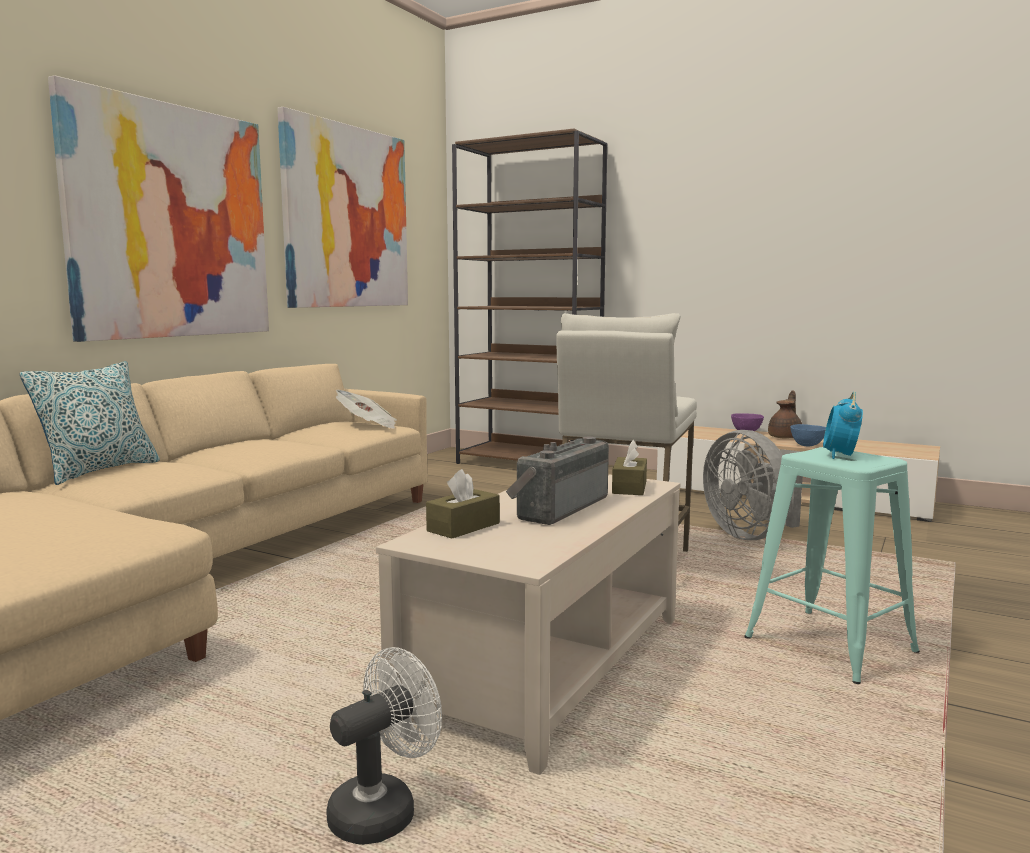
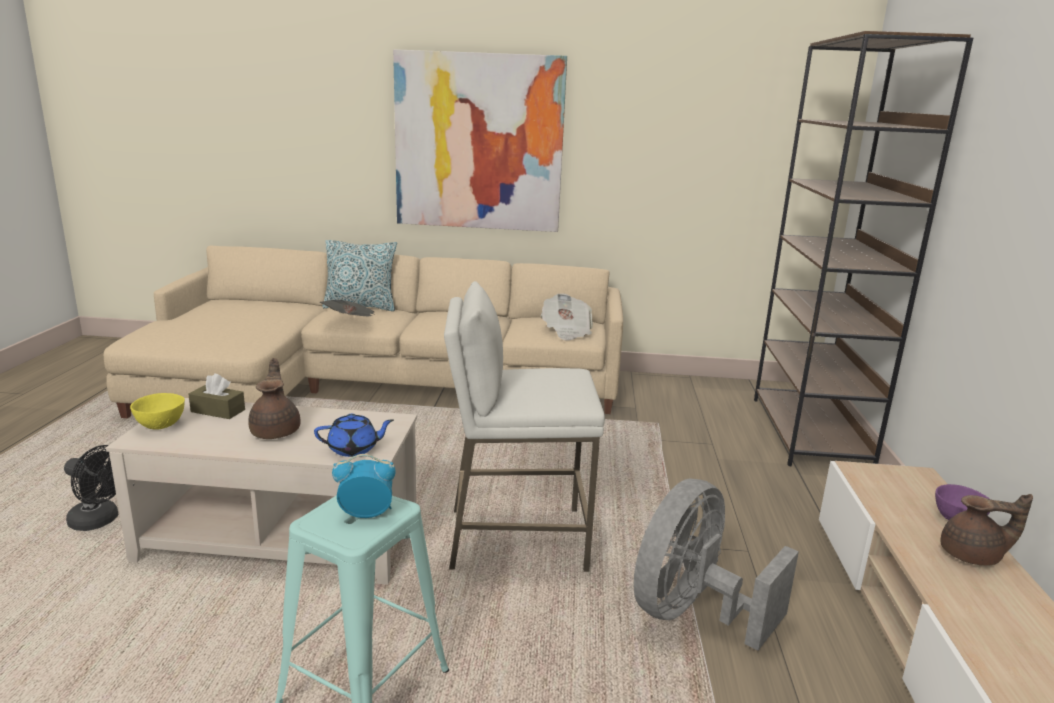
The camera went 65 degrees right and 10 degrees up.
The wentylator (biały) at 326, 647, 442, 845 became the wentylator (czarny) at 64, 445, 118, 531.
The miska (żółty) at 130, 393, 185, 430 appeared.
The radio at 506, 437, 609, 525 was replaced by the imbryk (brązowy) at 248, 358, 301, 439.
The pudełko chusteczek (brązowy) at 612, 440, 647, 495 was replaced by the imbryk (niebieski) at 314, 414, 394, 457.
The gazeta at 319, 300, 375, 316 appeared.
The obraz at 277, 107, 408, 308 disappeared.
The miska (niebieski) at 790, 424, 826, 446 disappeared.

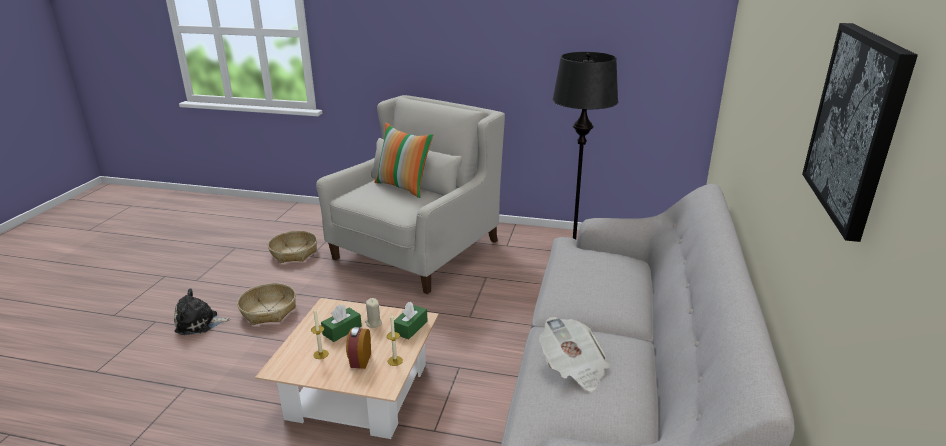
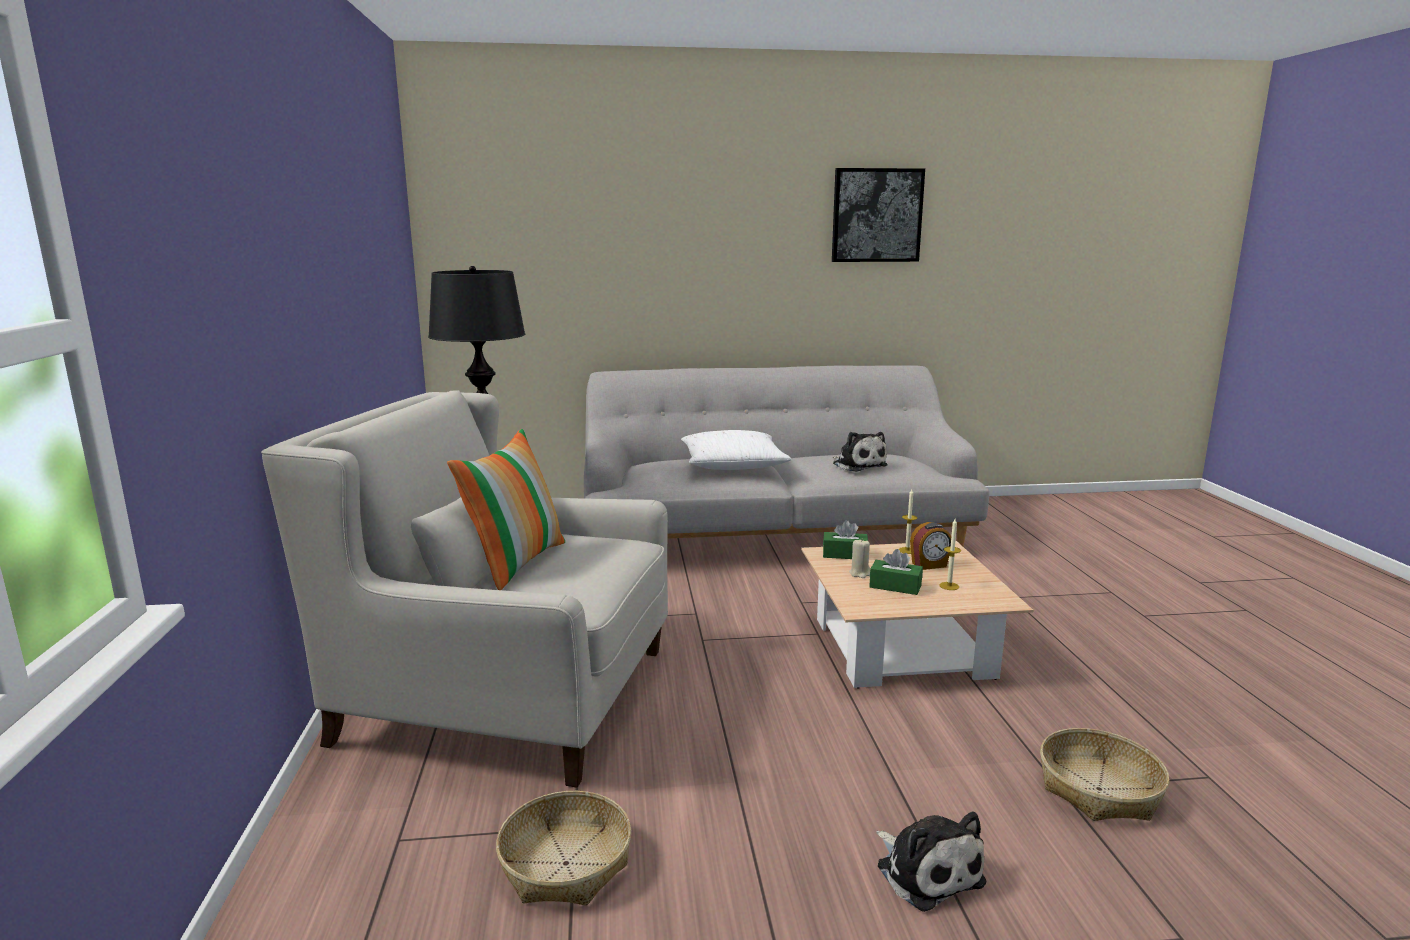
The camera went 110 degrees left and 10 degrees down.
The poduszka (biały) at 681, 430, 792, 470 appeared.
The gazeta at 539, 317, 610, 391 was replaced by the pluszak at 832, 432, 888, 472.
The koszyk moved from 237, 283, 296, 325 to 1040, 728, 1170, 821.

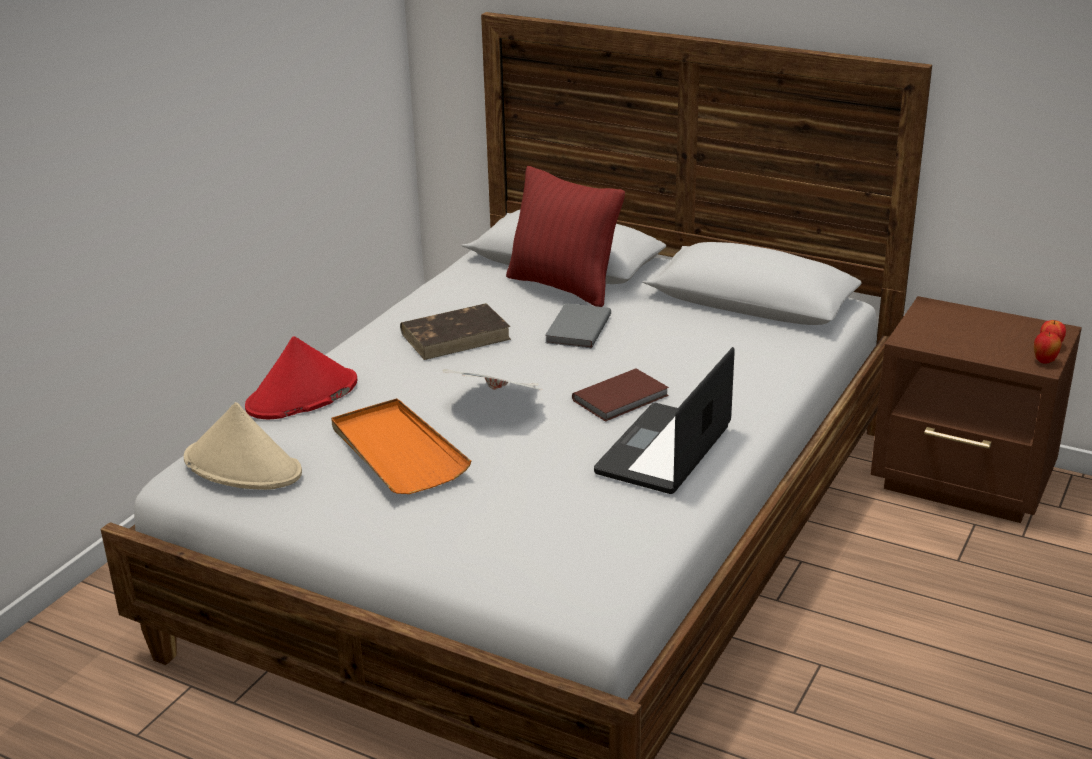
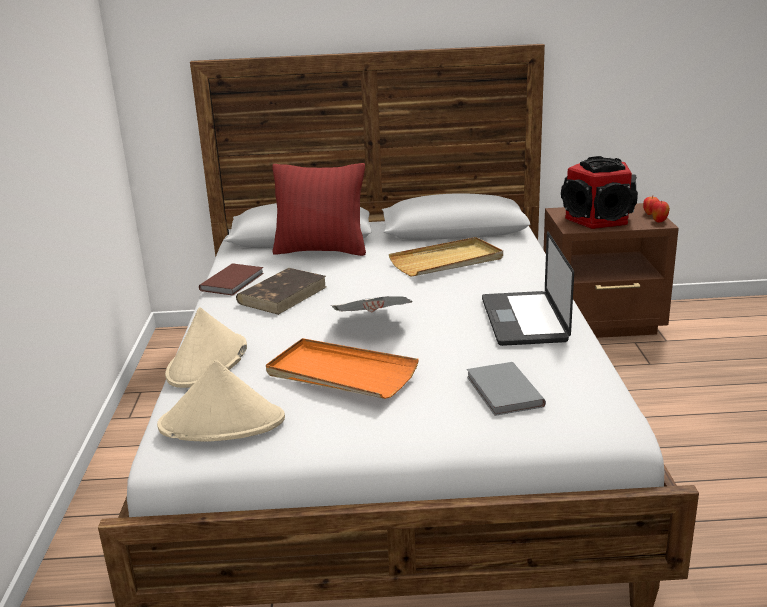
The camera went 30 degrees left and 5 degrees down.
The kapelusz (czerwony) at 245, 336, 357, 419 became the kapelusz (beżowy) at 165, 307, 247, 388.
The książka (brązowy) moved from 572, 368, 669, 422 to 199, 263, 264, 296.
The taca (beżowy) at 389, 237, 503, 277 appeared.
The książka (szary) moved from 545, 303, 611, 348 to 467, 362, 546, 416.
The głośnik at 561, 156, 638, 229 appeared.

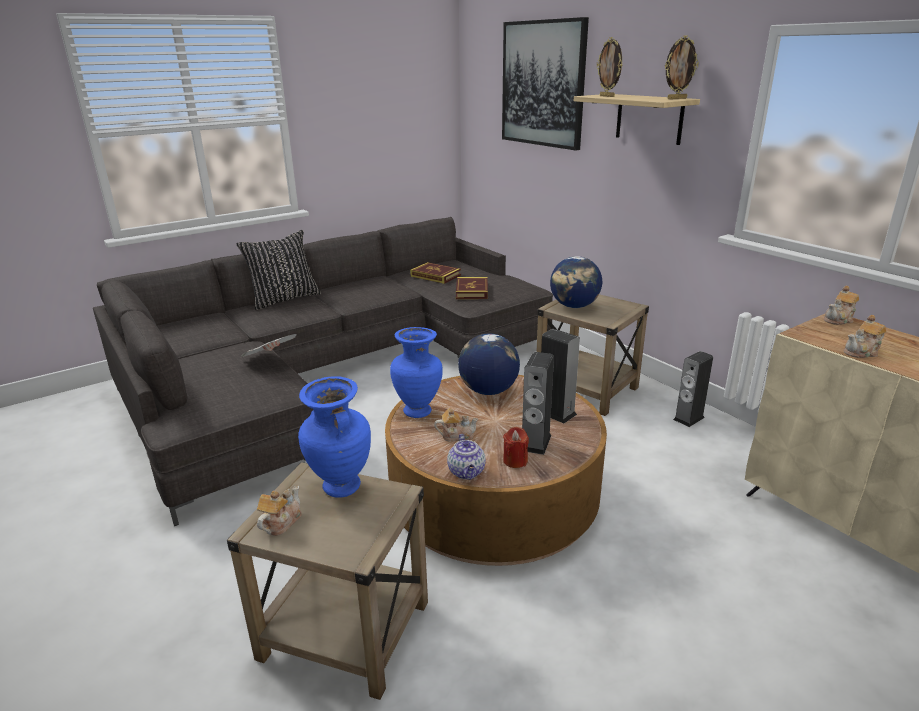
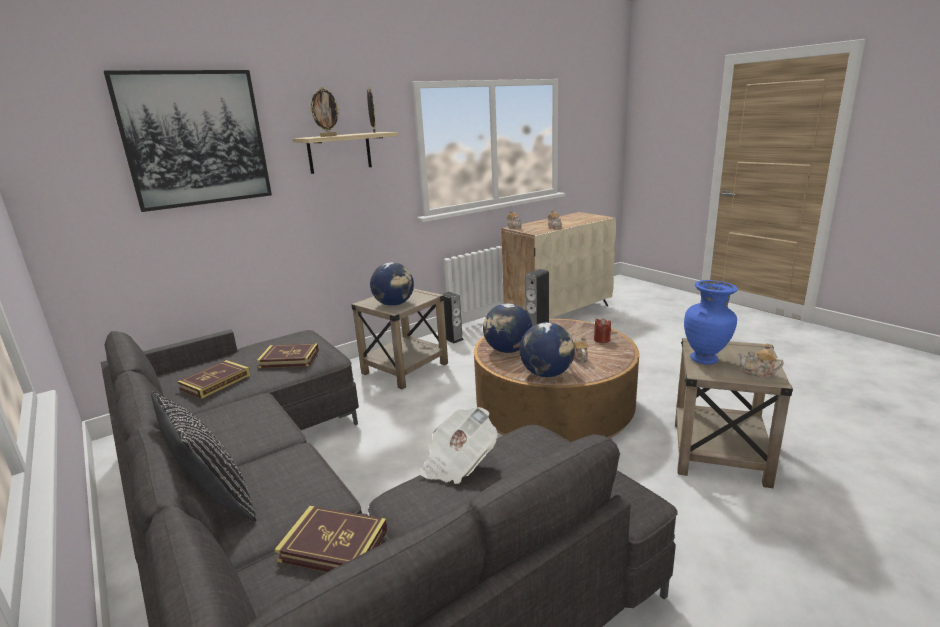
The camera went 90 degrees left and 5 degrees down.
The książka at 274, 506, 388, 572 appeared.
The wazon (niebieski) at 390, 327, 443, 418 was replaced by the globus at 519, 322, 575, 377.
The imbryk at 447, 434, 486, 480 disappeared.
The głośnik at 522, 352, 554, 455 disappeared.

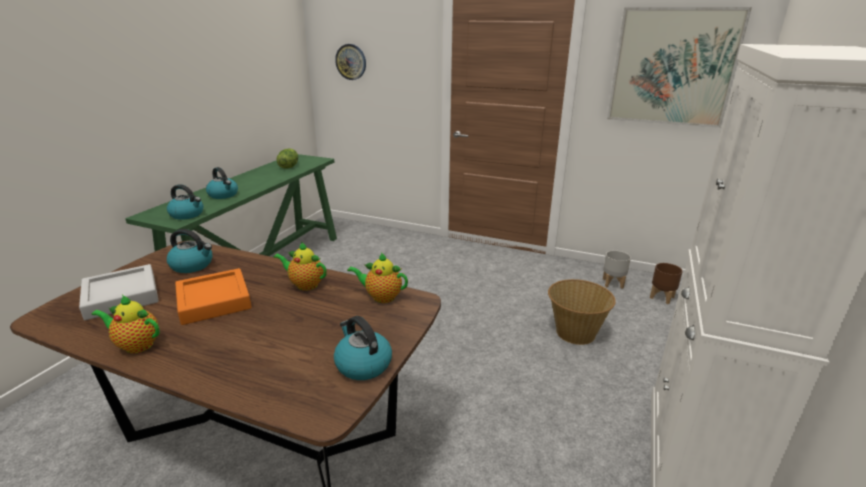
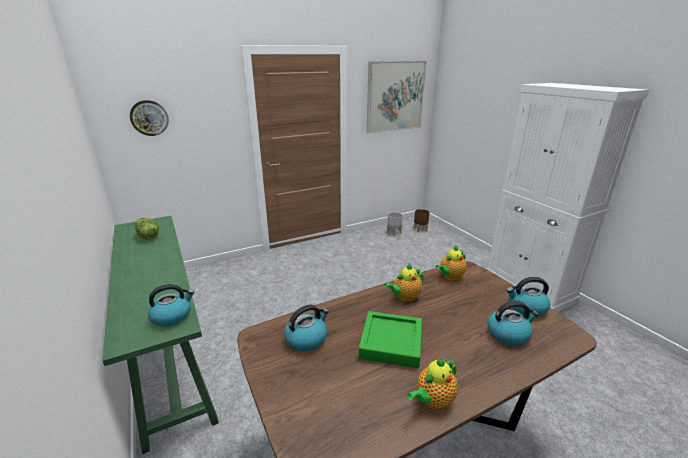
The camera went 50 degrees left and 0 degrees up.
The taca (pomarańczowy) at 175, 268, 252, 325 became the taca (zielony) at 358, 311, 422, 368.
The czajnik moved from 206, 167, 238, 199 to 487, 301, 538, 346.
The taca (szary) at 79, 264, 159, 320 disappeared.
The koszyk at 548, 279, 616, 345 disappeared.

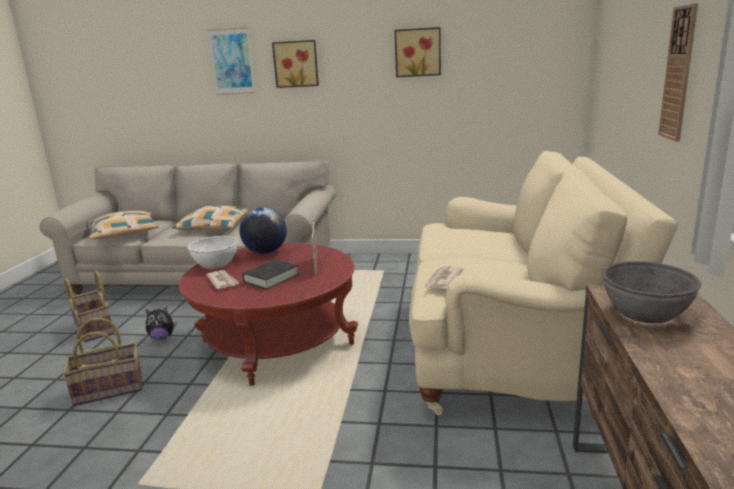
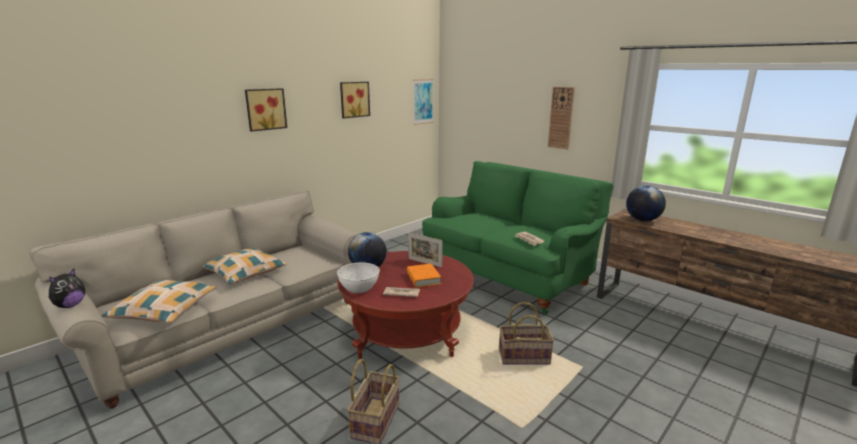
The camera went 55 degrees left and 0 degrees up.
The pluszak moved from 146, 307, 177, 340 to 48, 269, 85, 308.
The książka (czarny) at 242, 259, 299, 289 became the książka (pomarańczowy) at 407, 264, 441, 288.
The obraz moved from 208, 27, 255, 95 to 413, 79, 434, 125.
The kanapa (beżowy) at 409, 151, 678, 420 became the kanapa (zielony) at 422, 161, 614, 315.
The koszyk moved from 65, 270, 114, 342 to 499, 302, 554, 365.
The miska (szary) at 602, 261, 701, 323 was replaced by the globus at 626, 185, 666, 221.

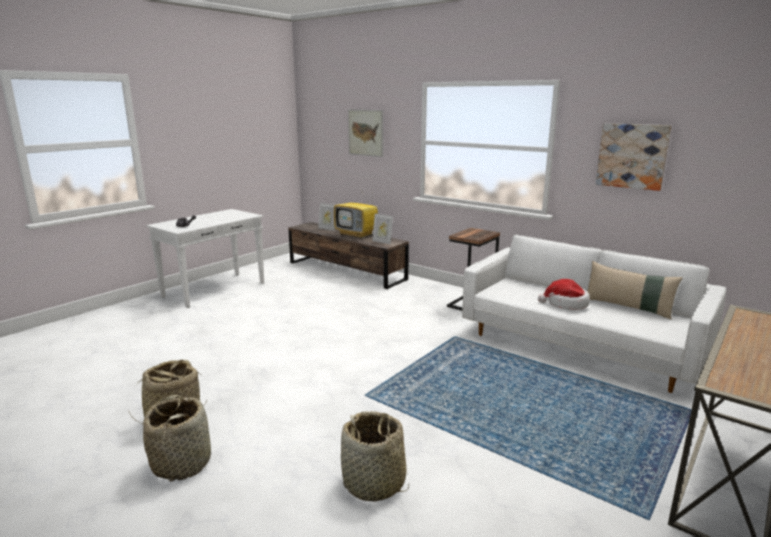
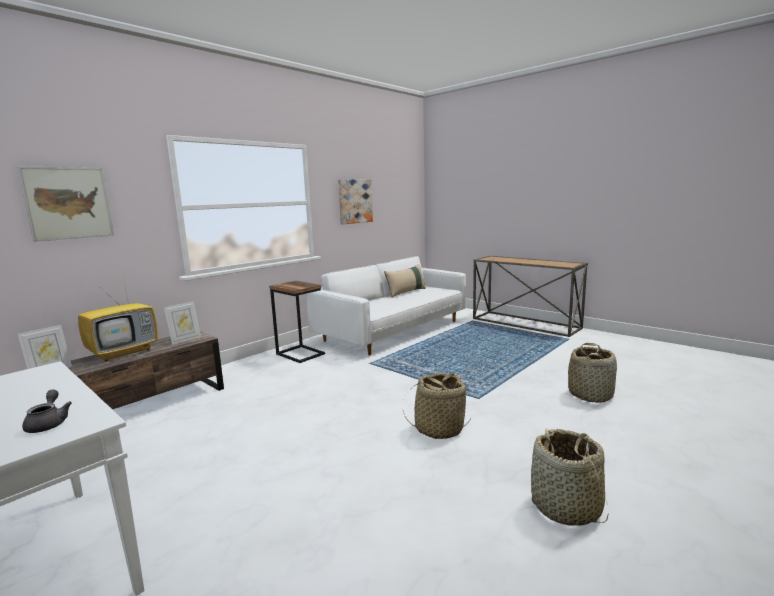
The camera went 85 degrees left and 5 degrees down.
The koszyk moved from 143, 395, 211, 482 to 403, 373, 470, 439.
The kapelusz at 538, 279, 590, 310 disappeared.

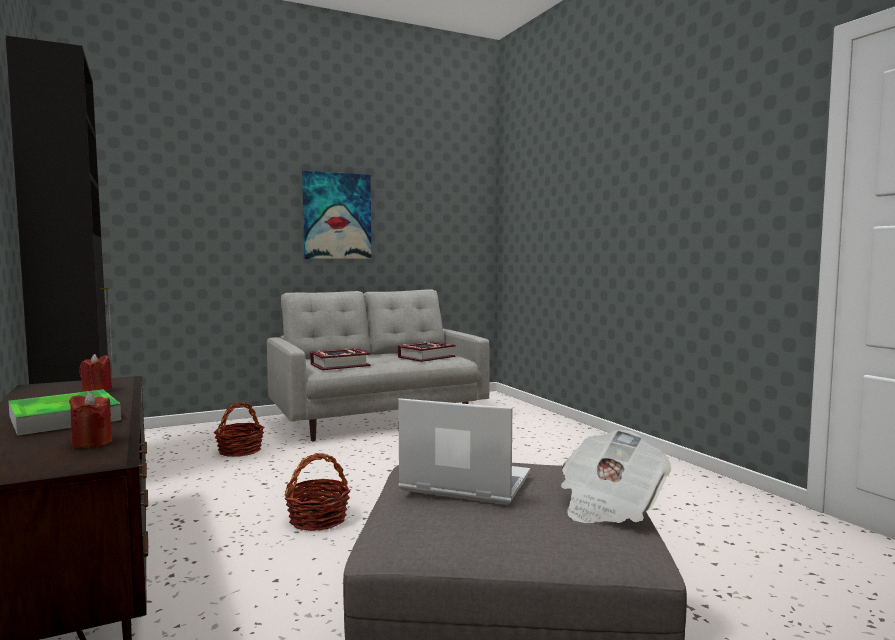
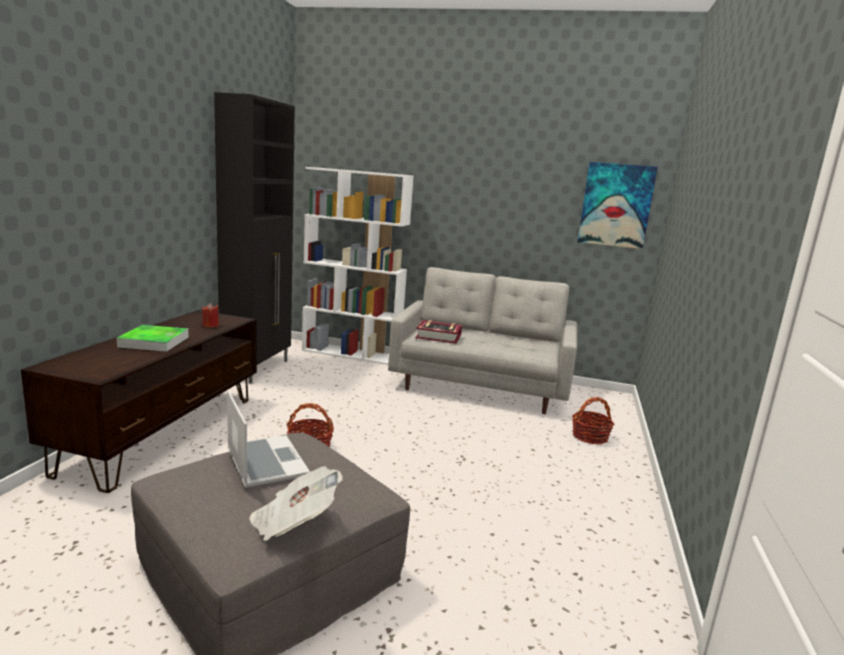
The camera went 40 degrees right and 10 degrees up.
The regał (biały) at 302, 167, 414, 365 appeared.
The koszyk moved from 214, 402, 264, 457 to 572, 397, 614, 445.
The obraz moved from 302, 170, 372, 259 to 577, 162, 658, 249.
The świeca (czerwony) at 69, 392, 112, 448 disappeared.
The książka at 398, 342, 456, 362 disappeared.

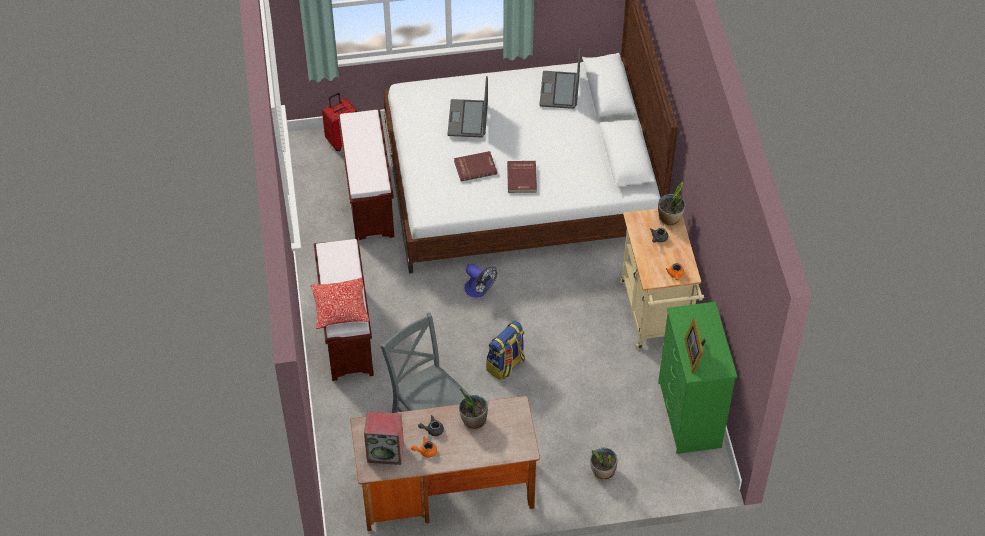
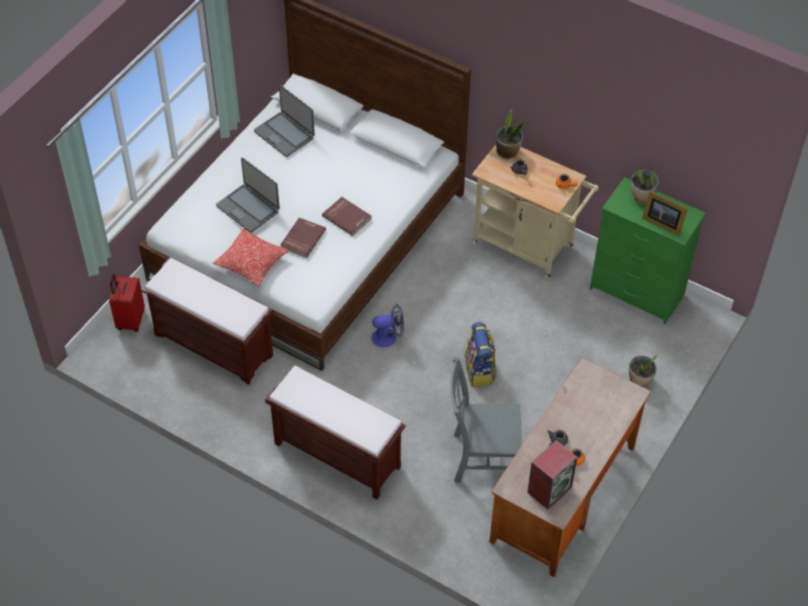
The camera went 50 degrees left and 0 degrees up.
The poduszka moved from 311, 278, 369, 329 to 213, 229, 289, 286.
The roślina doniczkowa moved from 459, 388, 488, 430 to 631, 168, 659, 204.

